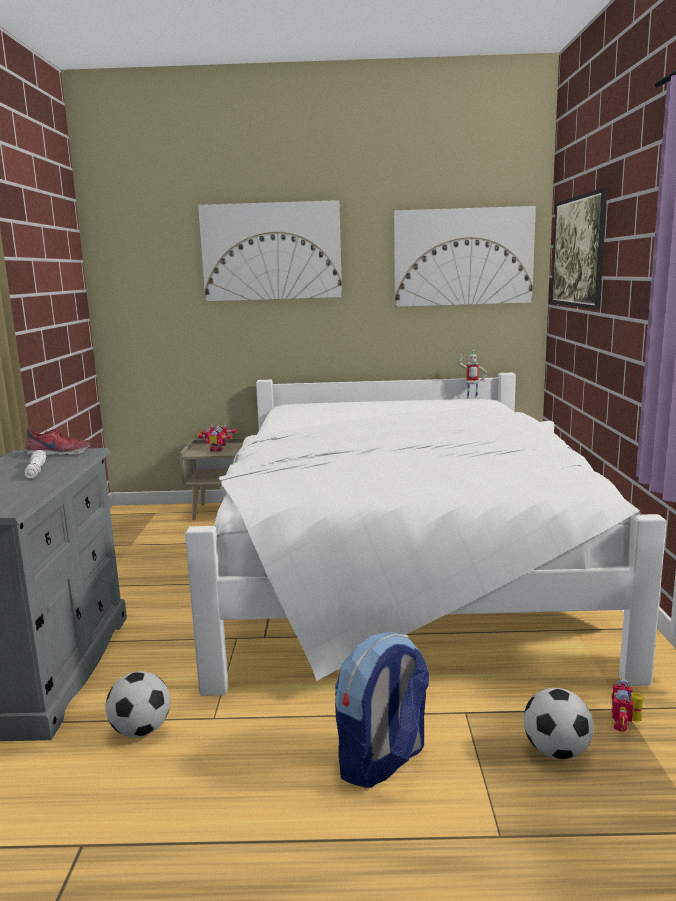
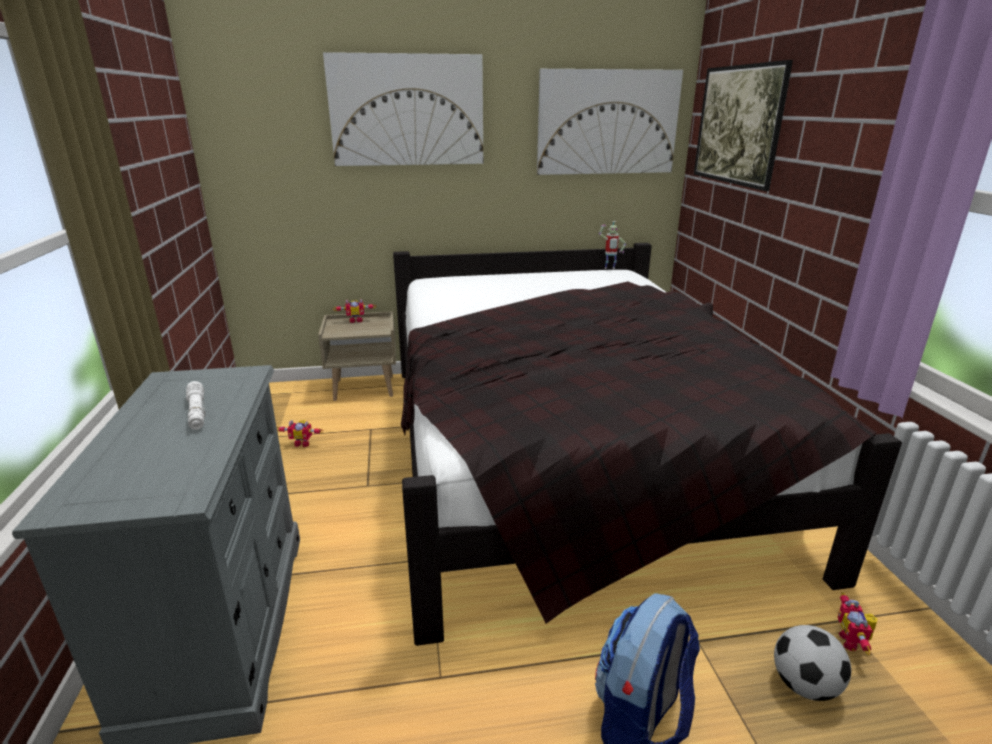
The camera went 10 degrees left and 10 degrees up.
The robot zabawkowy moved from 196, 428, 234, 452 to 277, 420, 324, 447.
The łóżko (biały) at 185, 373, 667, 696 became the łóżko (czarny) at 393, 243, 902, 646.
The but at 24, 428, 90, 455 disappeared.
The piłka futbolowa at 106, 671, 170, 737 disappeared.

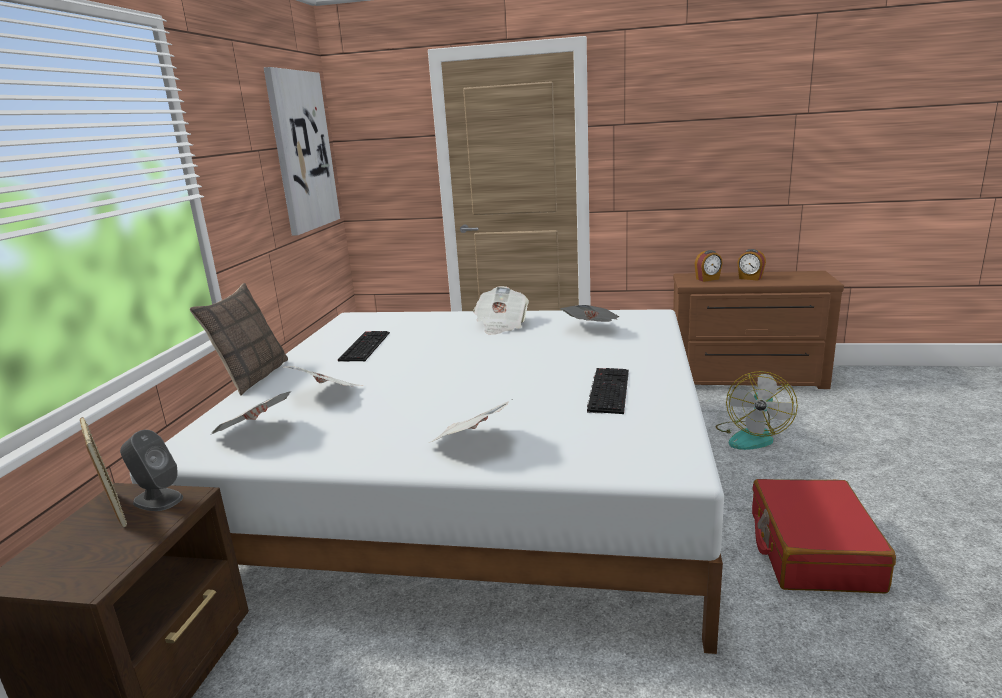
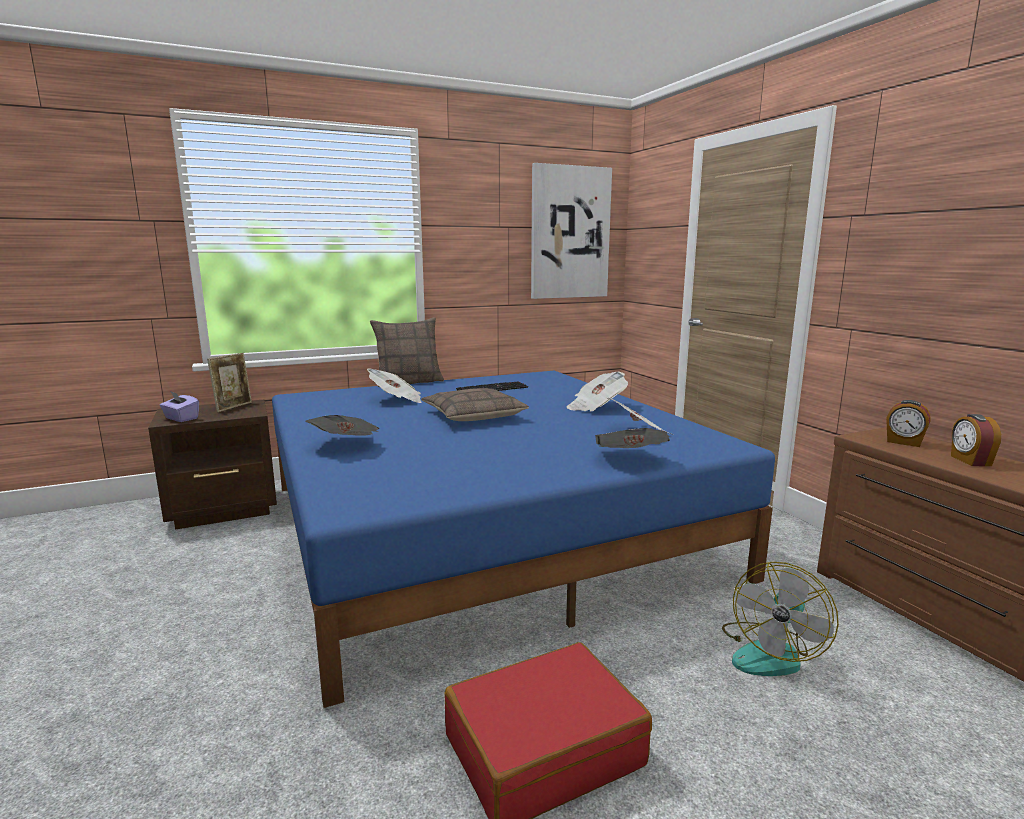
The camera went 55 degrees right and 5 degrees down.
The pudełko chusteczek (fioletowy) at 160, 391, 199, 422 appeared.
The łóżko (biały) at 130, 309, 724, 654 became the łóżko (niebieski) at 272, 371, 775, 708.
The poduszka at 421, 388, 529, 421 appeared.
The gazeta moved from 210, 391, 291, 435 to 595, 428, 670, 448.
The wentylator at 715, 371, 798, 450 turned 45 degrees counterclockwise.
The głośnik (szary) at 120, 430, 183, 511 disappeared.
The klawiatura at 587, 368, 629, 414 disappeared.

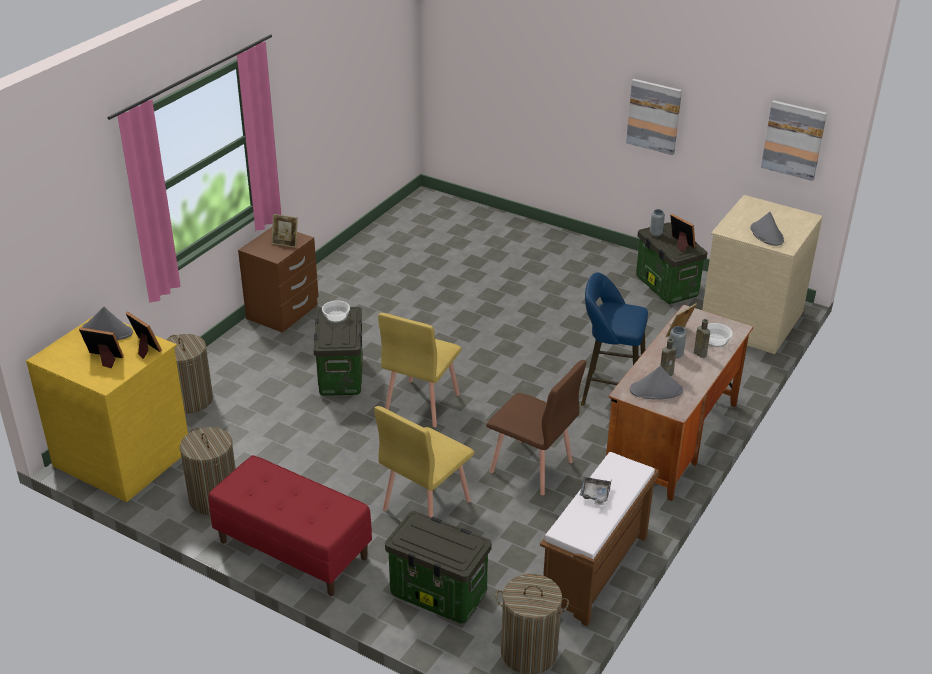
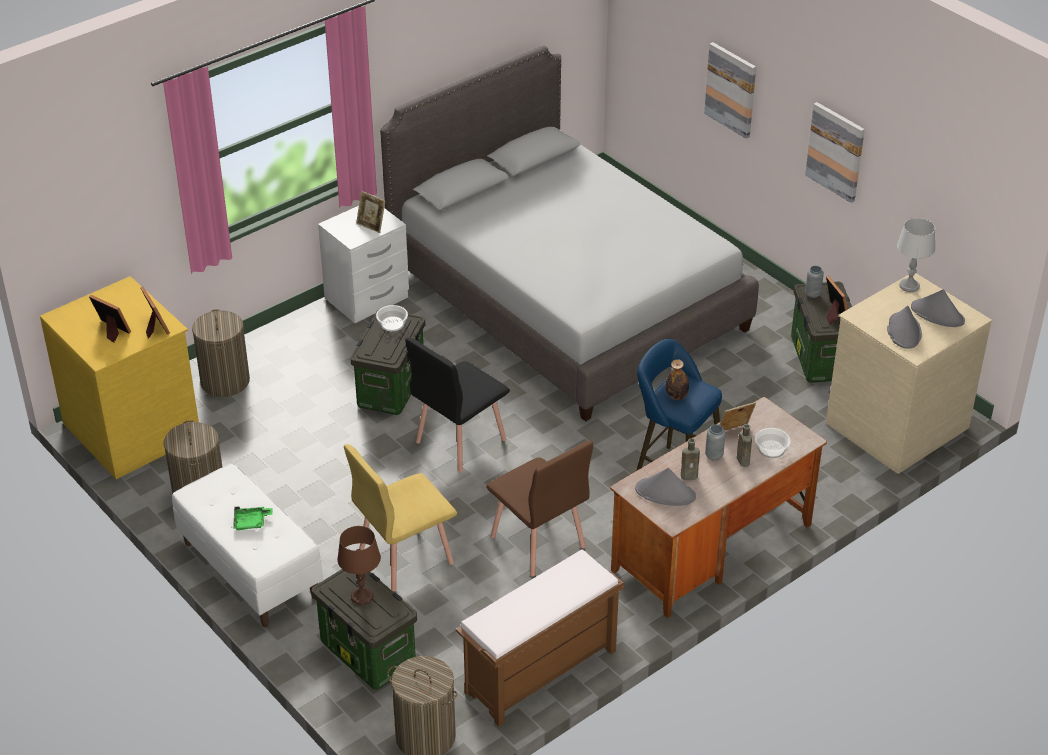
The camera went 20 degrees right and 5 degrees up.
The ławka (czerwony) at 208, 455, 372, 596 became the ławka (biały) at 172, 463, 323, 627.
The taca (zielony) at 233, 506, 272, 530 appeared.
The szafka nocna (brązowy) at 238, 227, 319, 333 became the szafka nocna (biały) at 318, 206, 409, 323.
The lampa stołowa (brązowy) at 337, 526, 381, 605 appeared.
The łóżko (szary) at 380, 46, 759, 422 appeared.
The krzesło (żółty) at 378, 313, 462, 427 became the krzesło (czarny) at 405, 337, 510, 472.
The butelka at 666, 359, 689, 400 appeared.
The obraz moved from 761, 100, 827, 181 to 704, 42, 756, 139.
The lampa stołowa (szary) at 897, 218, 935, 292 appeared.
The kapelusz (szary) moved from 82, 307, 133, 340 to 911, 289, 965, 327.
The taca (szary) at 580, 477, 611, 505 disappeared.

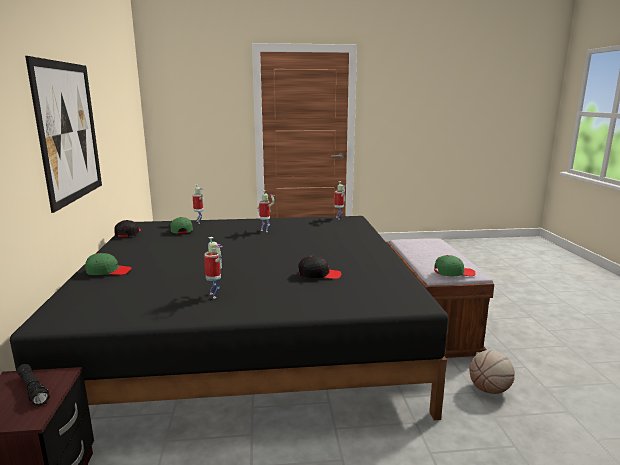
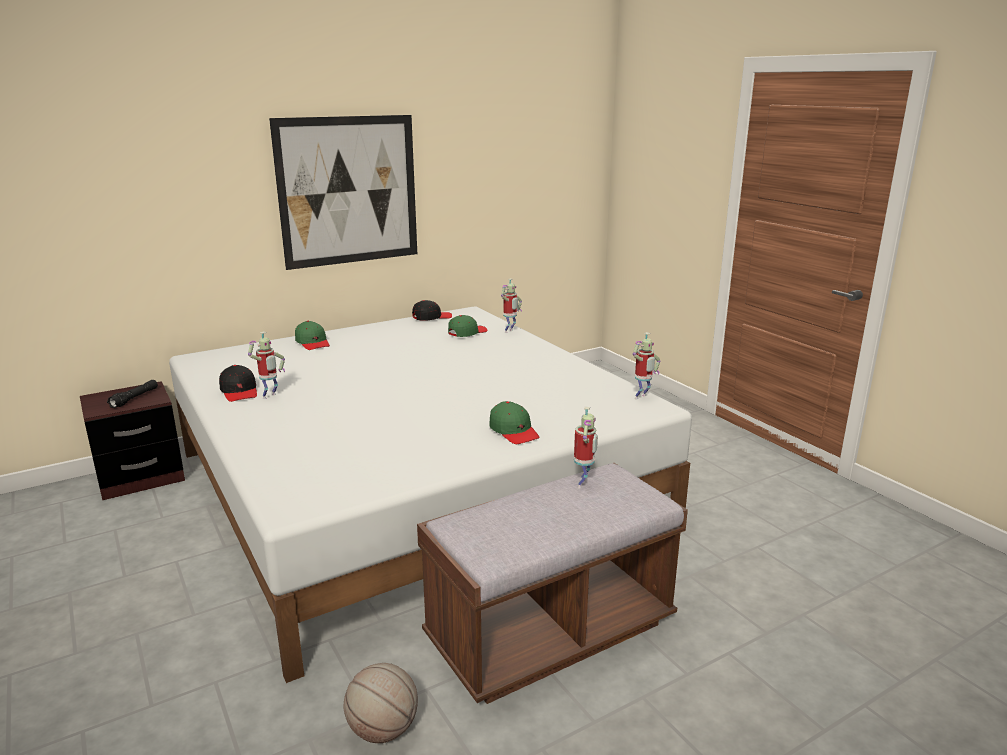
The camera went 65 degrees right and 5 degrees up.
The łóżko (czarny) at 10, 216, 449, 420 became the łóżko (biały) at 169, 306, 692, 683.
The czapka z daszkiem (czarny) moved from 298, 256, 341, 279 to 219, 365, 257, 402.
The czapka z daszkiem (zielony) moved from 434, 255, 476, 276 to 489, 401, 540, 444.
The robot zabawkowy moved from 257, 190, 275, 232 to 574, 407, 598, 489.

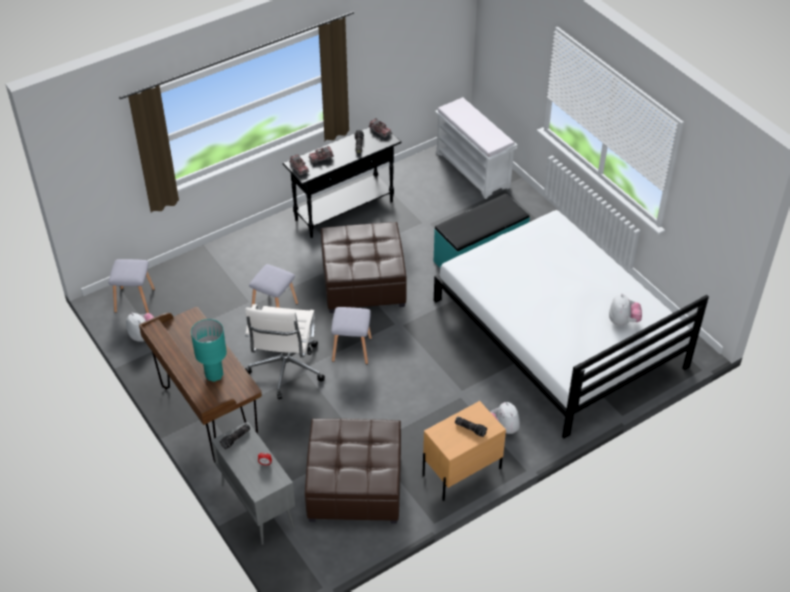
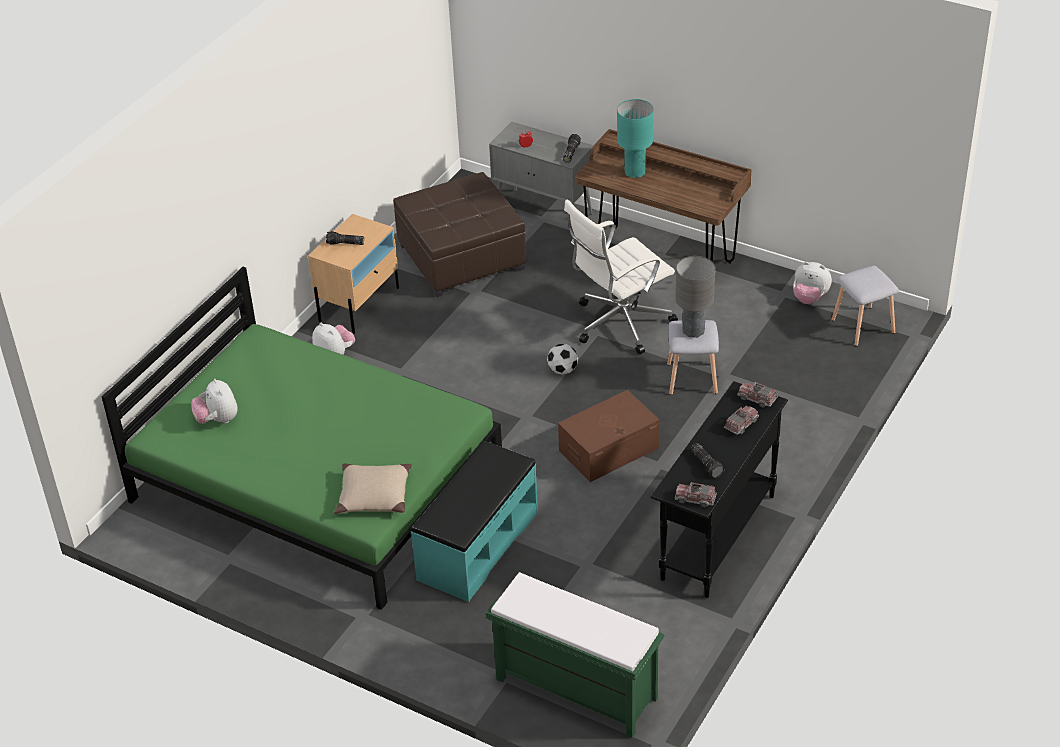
The camera went 155 degrees right and 5 degrees down.
The łóżko (biały) at 434, 210, 709, 439 became the łóżko (zielony) at 101, 267, 502, 610.
The poduszka (beżowy) at 334, 463, 412, 514 appeared.
The ławka (biały) at 435, 97, 517, 199 became the ławka (zielony) at 486, 572, 665, 738.
The stołek (szary) at 331, 307, 372, 364 was replaced by the piłka futbolowa at 547, 344, 578, 375.
The pufa (brązowy) at 321, 222, 407, 313 was replaced by the pojemnik do przechowywania (brązowy) at 558, 390, 660, 482.
The krzesło biurowe (biały) at 245, 304, 325, 399 turned 105 degrees counterclockwise.
The lampa stołowa (szary) at 675, 256, 715, 338 appeared.

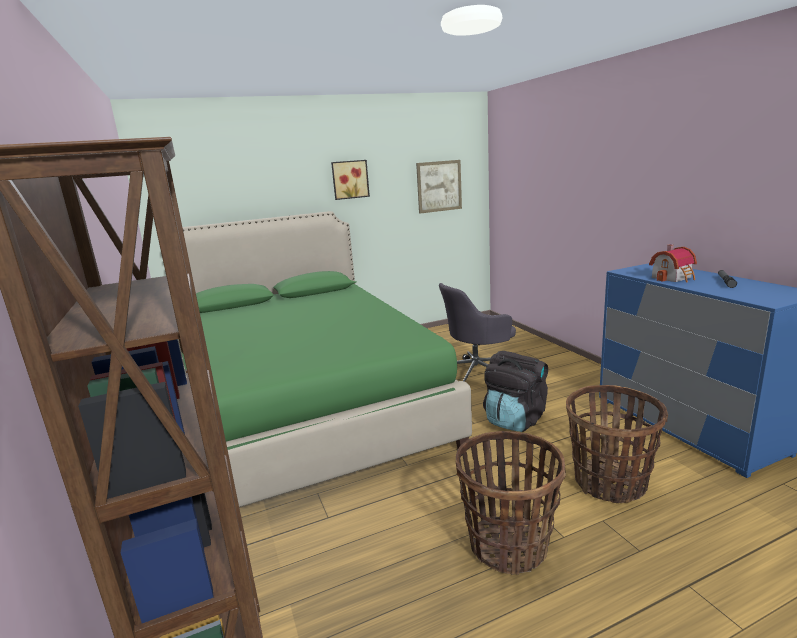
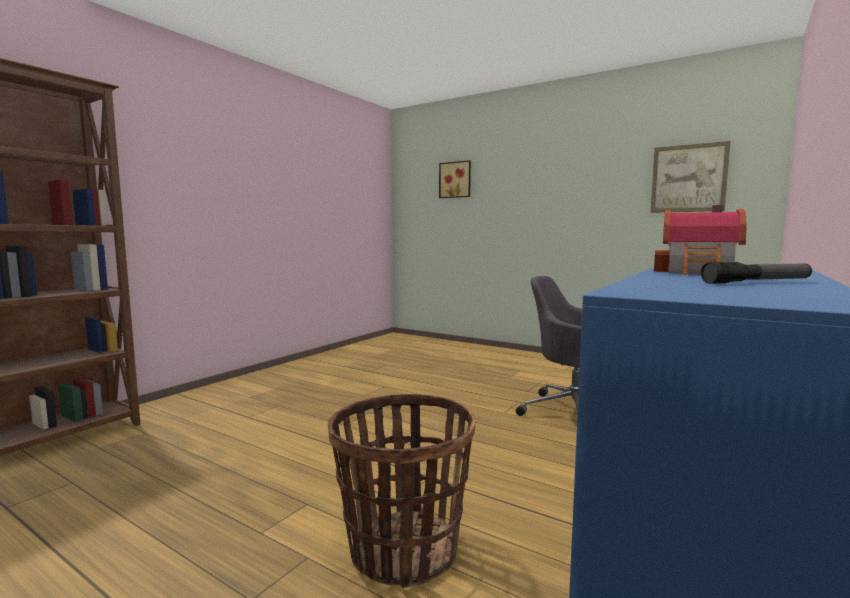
The camera went 55 degrees right and 10 degrees down.
The obraz moved from 331, 160, 370, 200 to 439, 160, 471, 198.
The łóżko (zielony) at 181, 211, 472, 507 disappeared.
The koszyk at 456, 431, 566, 575 disappeared.
The plecak (czarny) at 483, 351, 548, 432 disappeared.

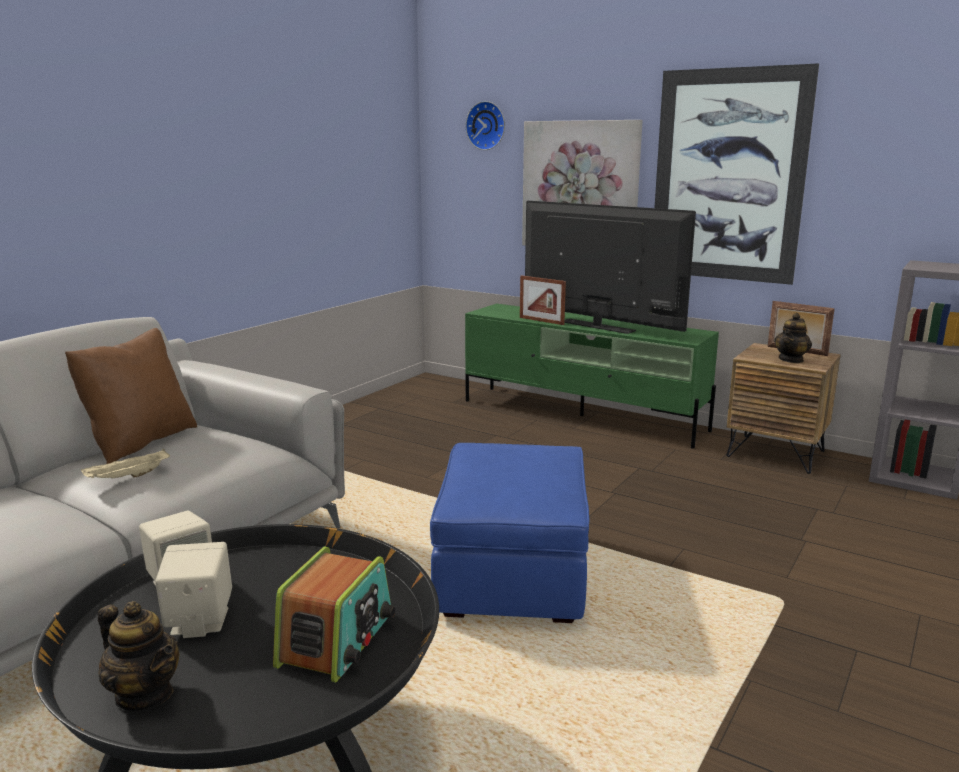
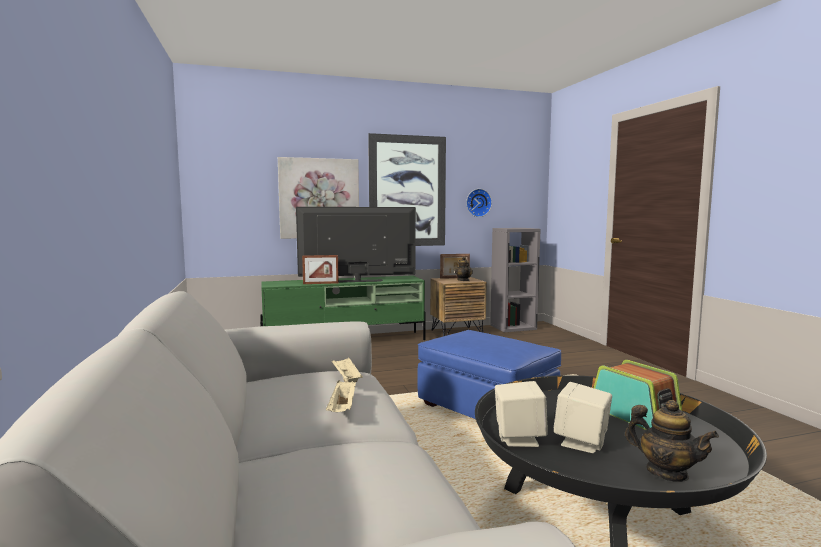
The camera went 50 degrees left and 10 degrees down.
The taca (beżowy) at 331, 358, 363, 382 appeared.
The zegar ścienny moved from 465, 101, 505, 150 to 466, 189, 492, 217.
The imbryk at 98, 601, 179, 711 turned 60 degrees clockwise.
The poduszka (brązowy) at 65, 328, 197, 464 disappeared.

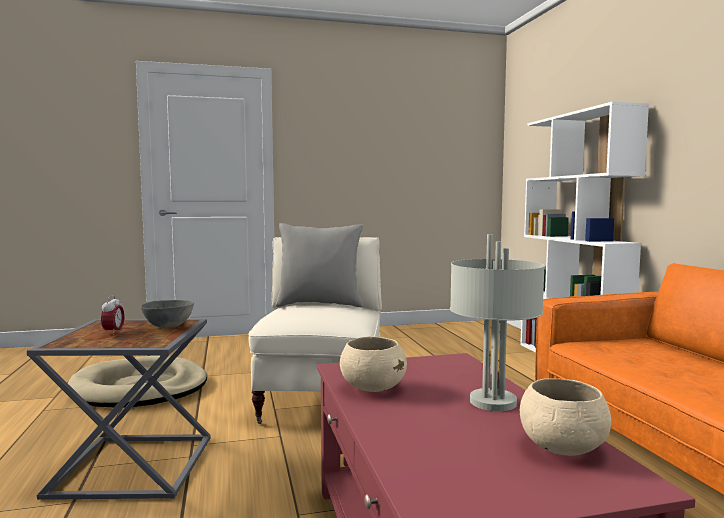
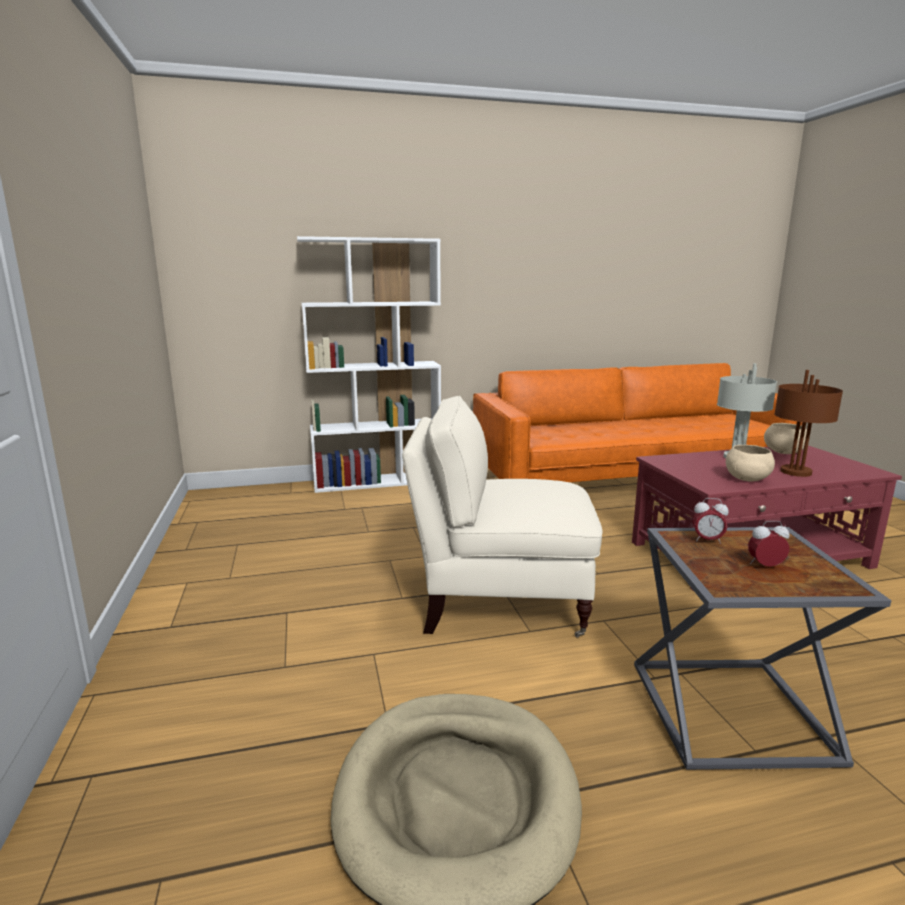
The camera went 90 degrees left and 10 degrees up.
The miska (szary) at 141, 300, 194, 328 was replaced by the budzik at 693, 498, 729, 544.
The lampa stołowa (brązowy) at 774, 370, 843, 477 appeared.
The poduszka (szary) at 275, 223, 363, 307 disappeared.

